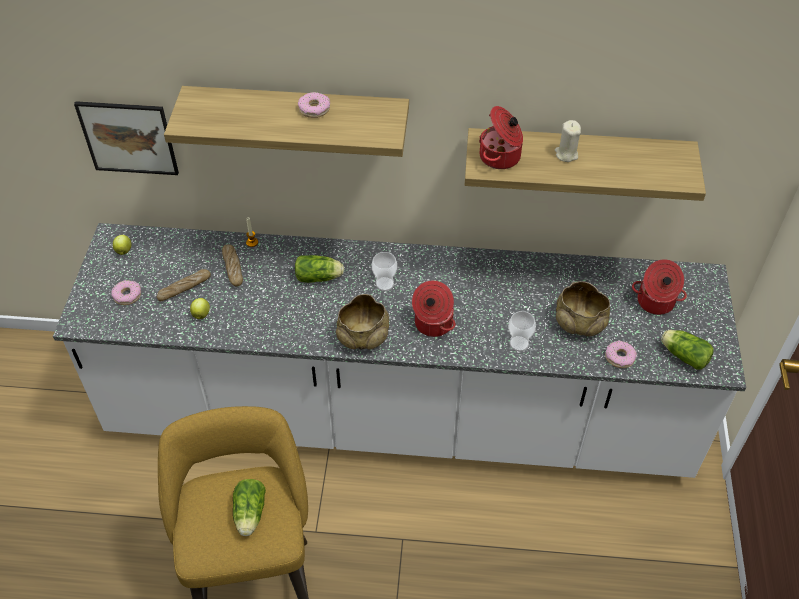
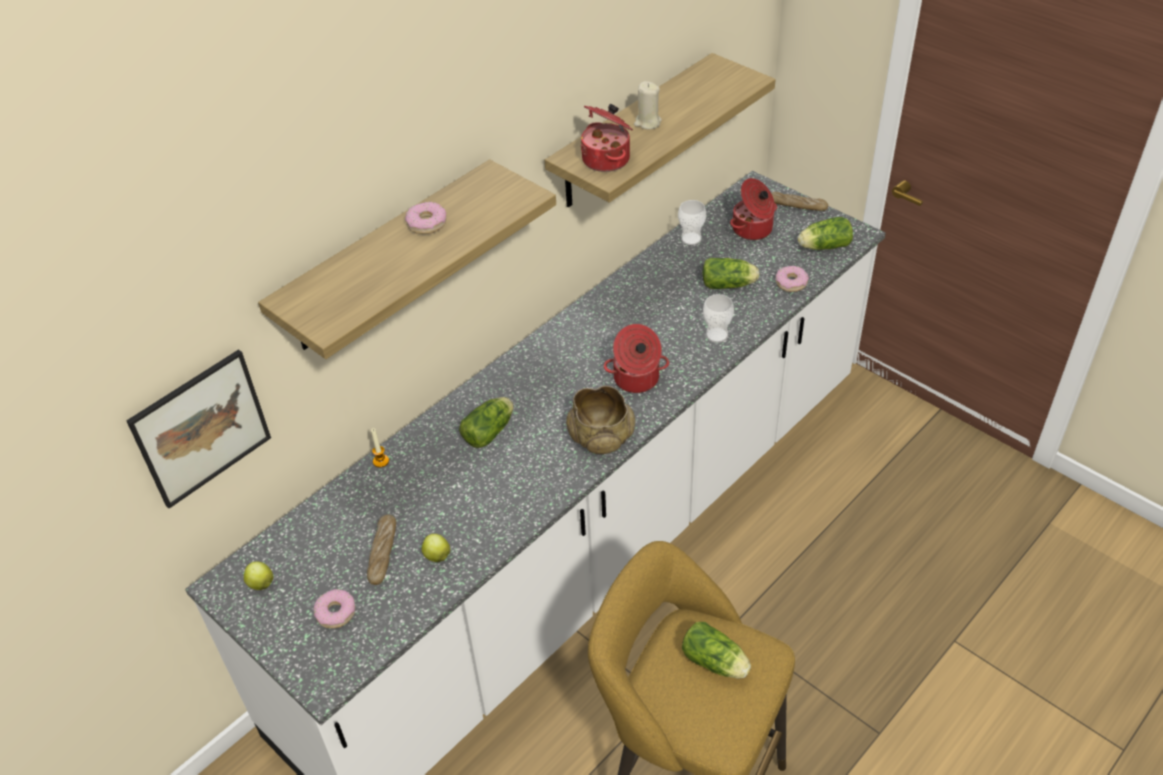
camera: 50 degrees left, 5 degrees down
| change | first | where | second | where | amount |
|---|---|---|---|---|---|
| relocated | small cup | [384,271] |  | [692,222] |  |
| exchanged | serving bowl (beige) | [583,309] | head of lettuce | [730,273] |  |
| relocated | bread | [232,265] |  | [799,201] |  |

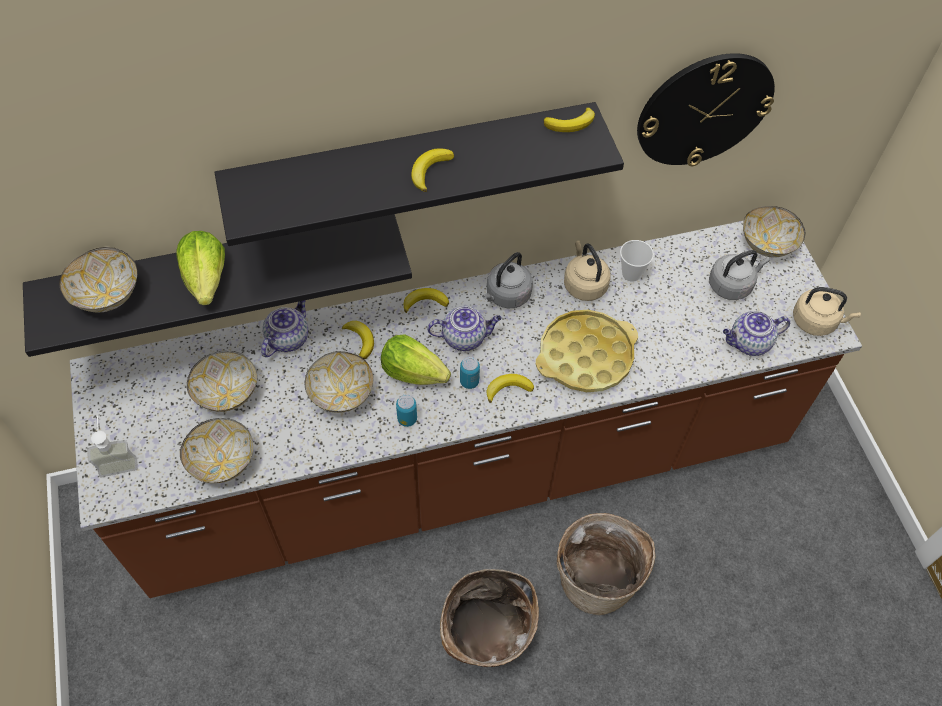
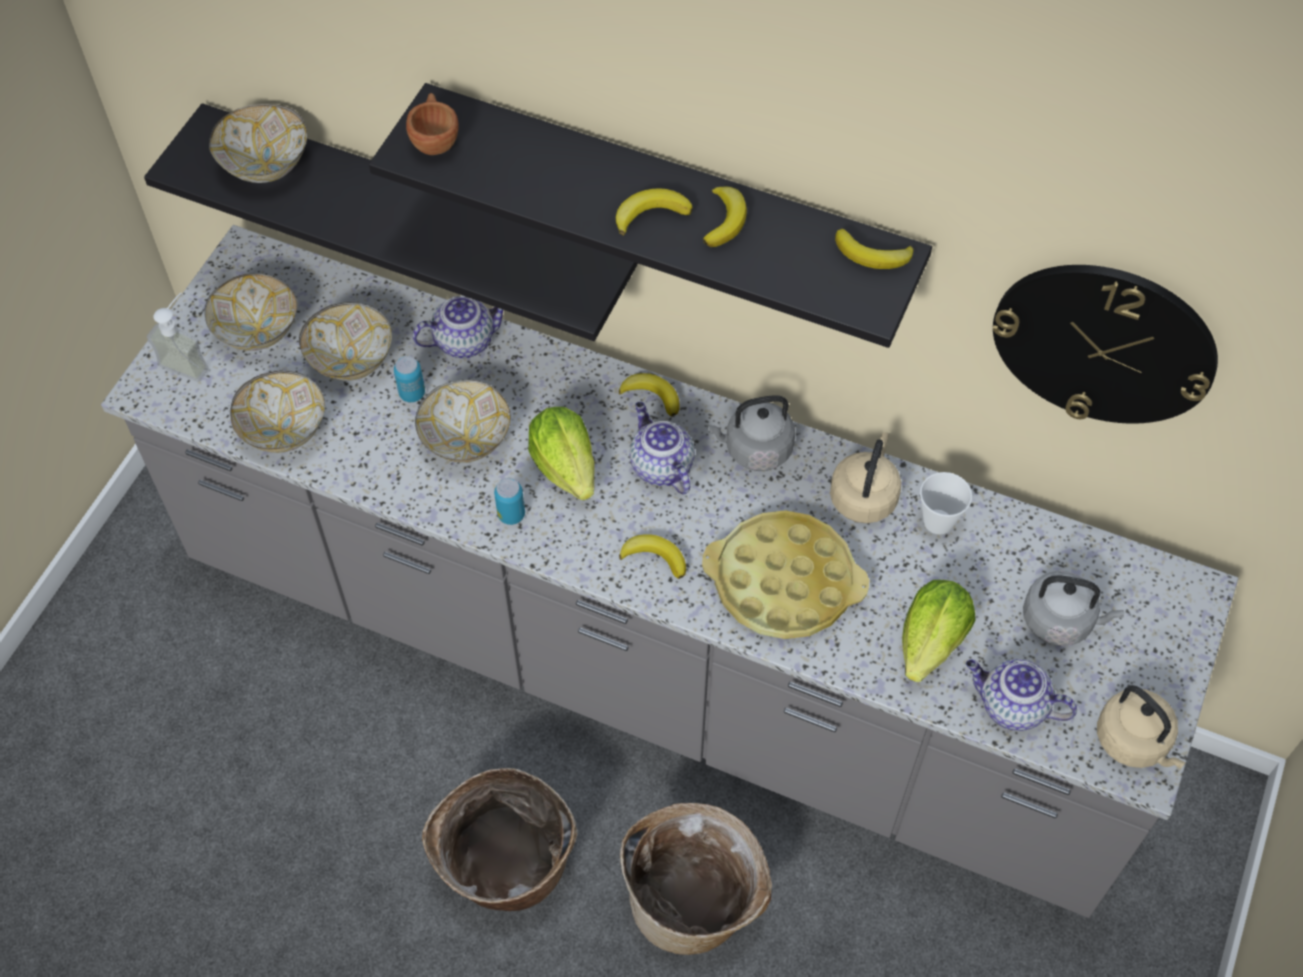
camera: 40 degrees right, 0 degrees up
| change | first | where | second | where | amount |
|---|---|---|---|---|---|
| colour | counter (brown) | [466,409] | counter (greyish) | [669,571] |  |
| relocated | serving bowl | [774,232] |  | [250,312] |  |
| relocated | metal can | [470,373] |  | [409,379] |  |
| appeared |  |  | small cup (brown) | [432,124] |  |
| spun | pot for tea | [464,328] |  | [662,448] | 150 degrees counterclockwise |
| relocated | whole banana | [358,340] |  | [725,216] |  |
| relocated | head of lettuce | [201,268] |  | [938,631] |  |

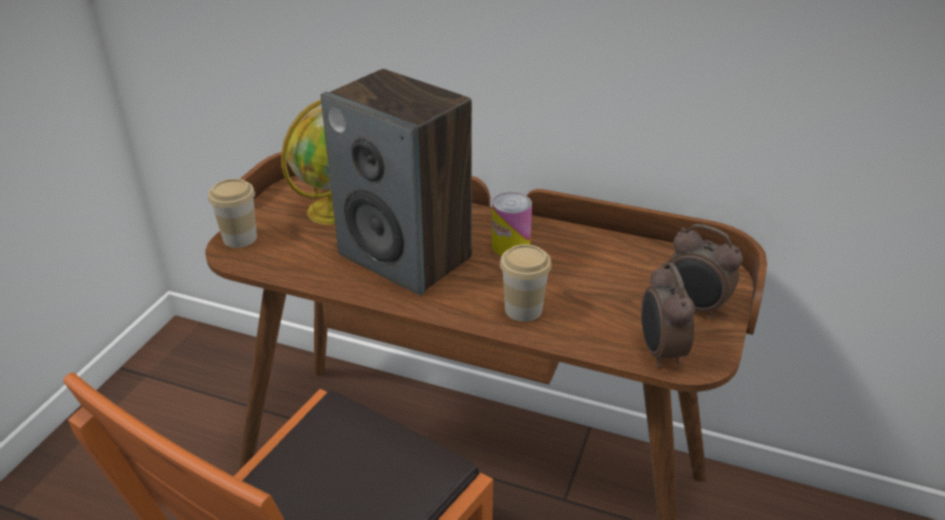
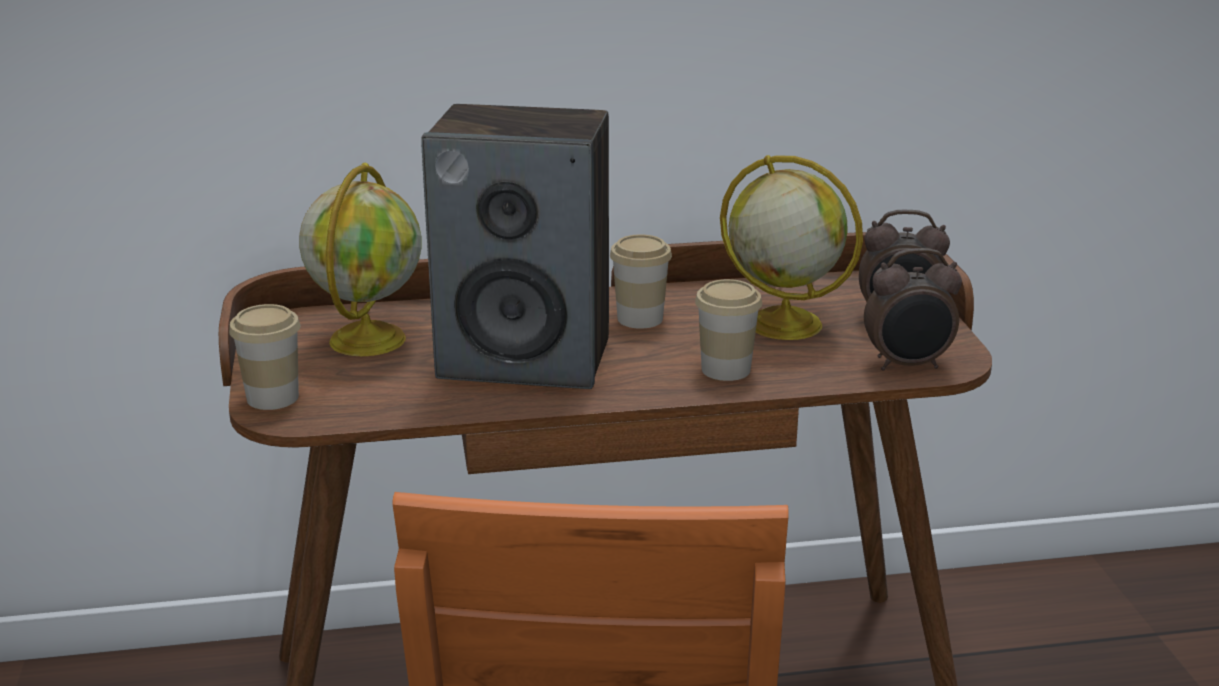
camera: 30 degrees left, 10 degrees down
| change | first | where | second | where | amount |
|---|---|---|---|---|---|
| exchanged | metal can | [512,224] | small cup | [641,281] |  |
| appeared |  |  | globe | [791,247] |  |
| spun | bedside clock | [668,315] |  | [913,309] | 60 degrees counterclockwise |

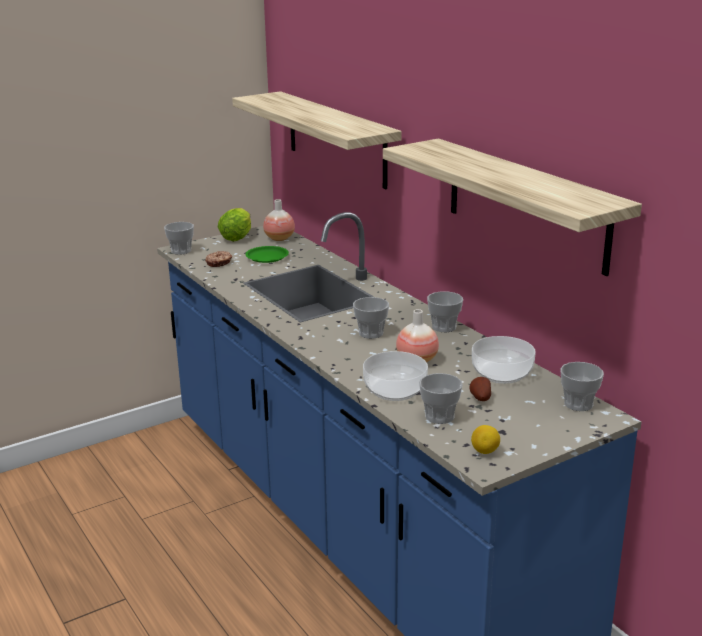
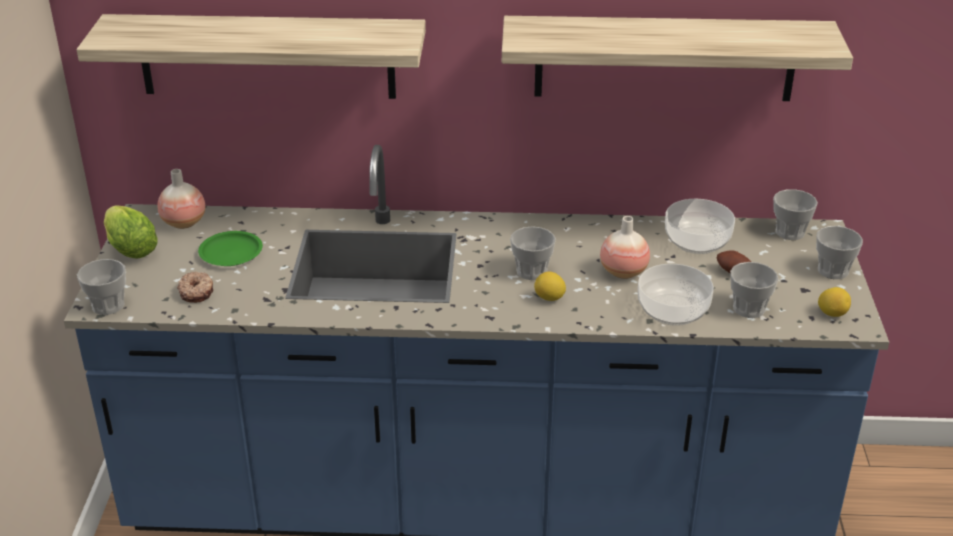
camera: 55 degrees left, 10 degrees up
| change | first | where | second | where | amount |
|---|---|---|---|---|---|
| appeared |  |  | whole lemon | [550,286] |  |
| relocated | small cup | [445,311] |  | [839,252] |  |

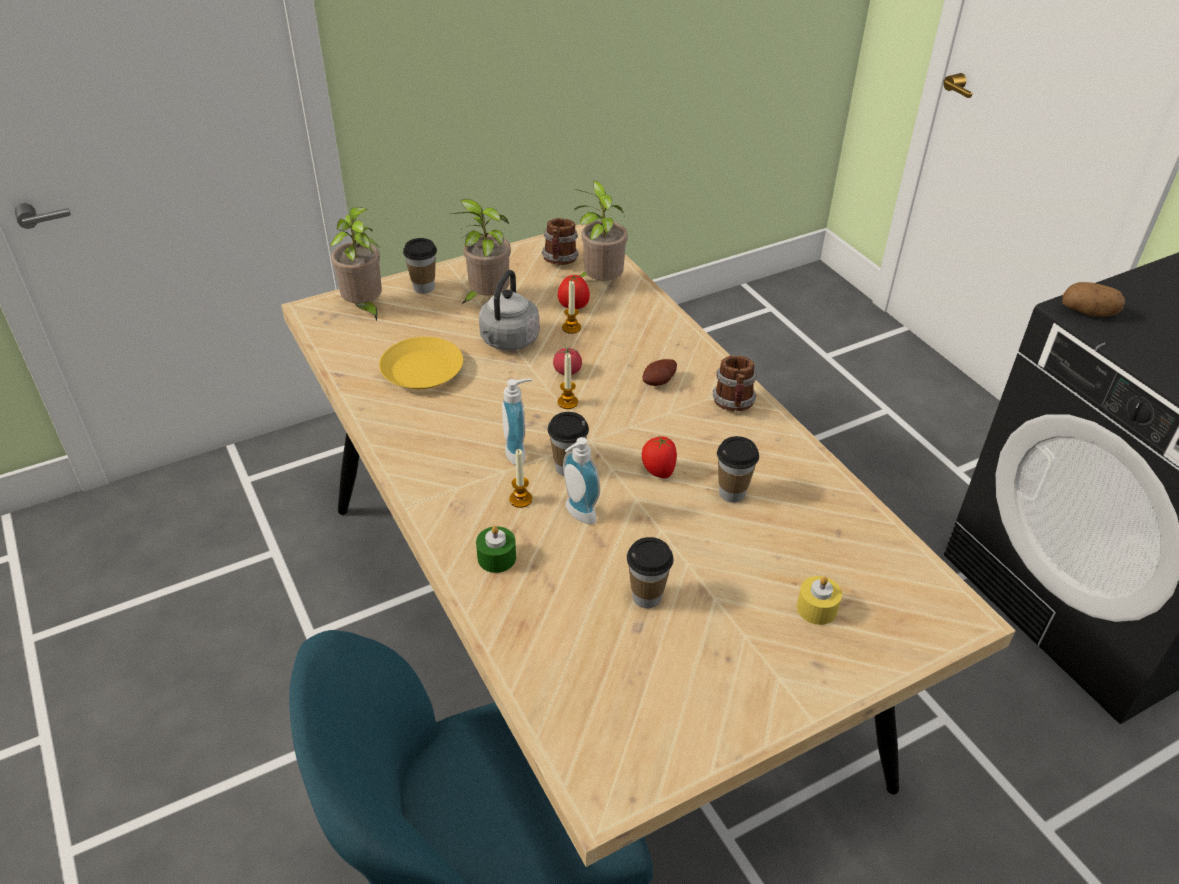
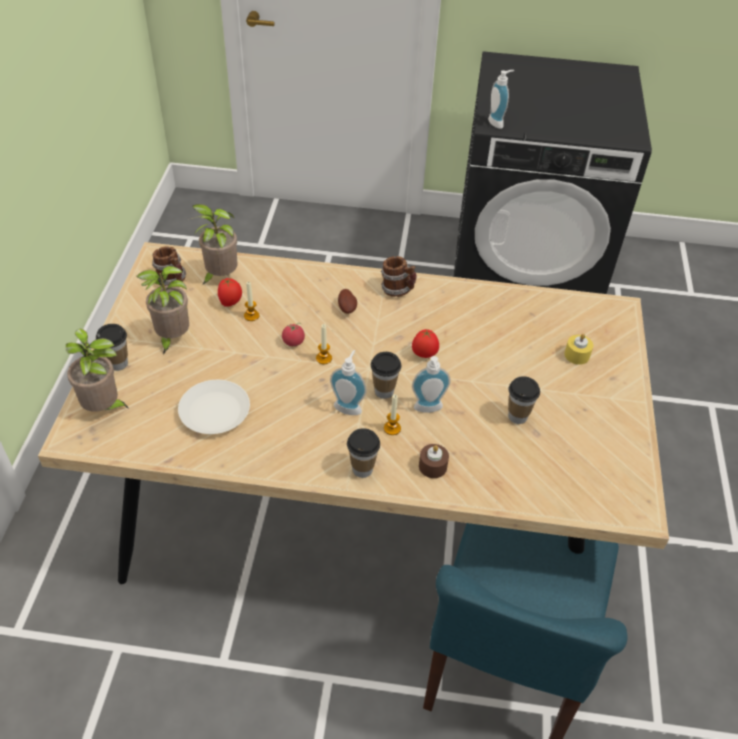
camera: 55 degrees left, 5 degrees up
| change | first | where | second | where | amount |
|---|---|---|---|---|---|
| colour | dinner plate (yellowish) | [421,363] | dinner plate (whitish) | [214,407] |  |
| relocated | small cup | [738,469] |  | [363,453] |  |
| colour | wax light (greenish) | [496,549] | wax light (brown) | [434,461] |  |
| exchanged | spud | [1094,299] | liquid soap bottle | [501,99] |  |
| missing | kettle (greyish) | [509,310] |  |  |  |

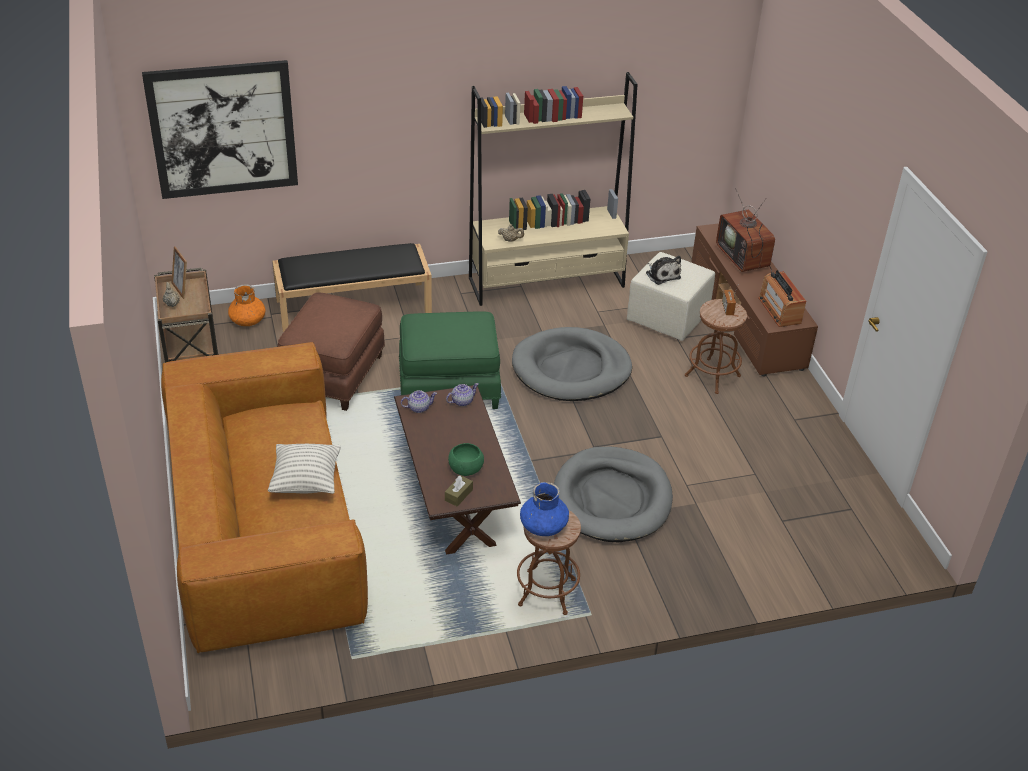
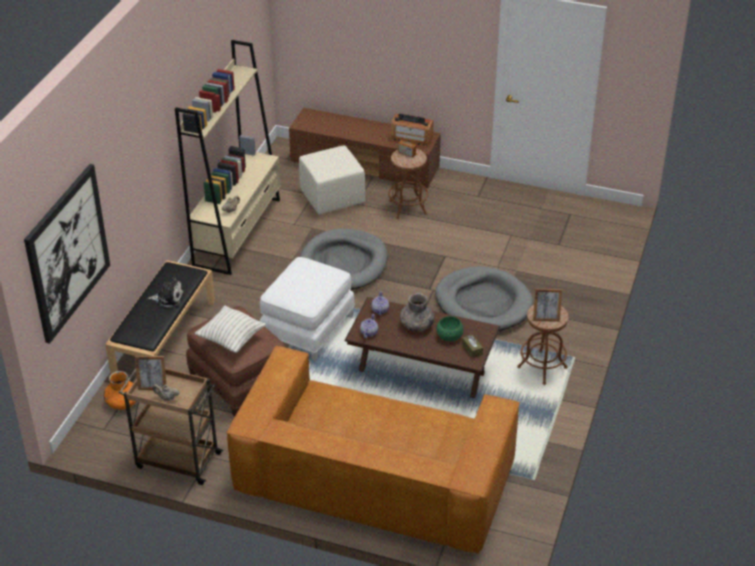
camera: 55 degrees left, 0 degrees up
| change | first | where | second | where | amount |
|---|---|---|---|---|---|
| relocated | cuddly toy | [663,270] |  | [165,291] |  |
| relocated | pillow | [304,469] |  | [230,329] |  |
| colour | ottoman (greenish) | [450,360] | ottoman (whitish) | [307,309] |  |
| appeared |  |  | flower vase (greyish) | [417,312] |  |
| exchanged | flower vase (bluish) | [544,509] | photo frame | [547,305] |  |
| missing | TV | [745,230] |  |  |  |

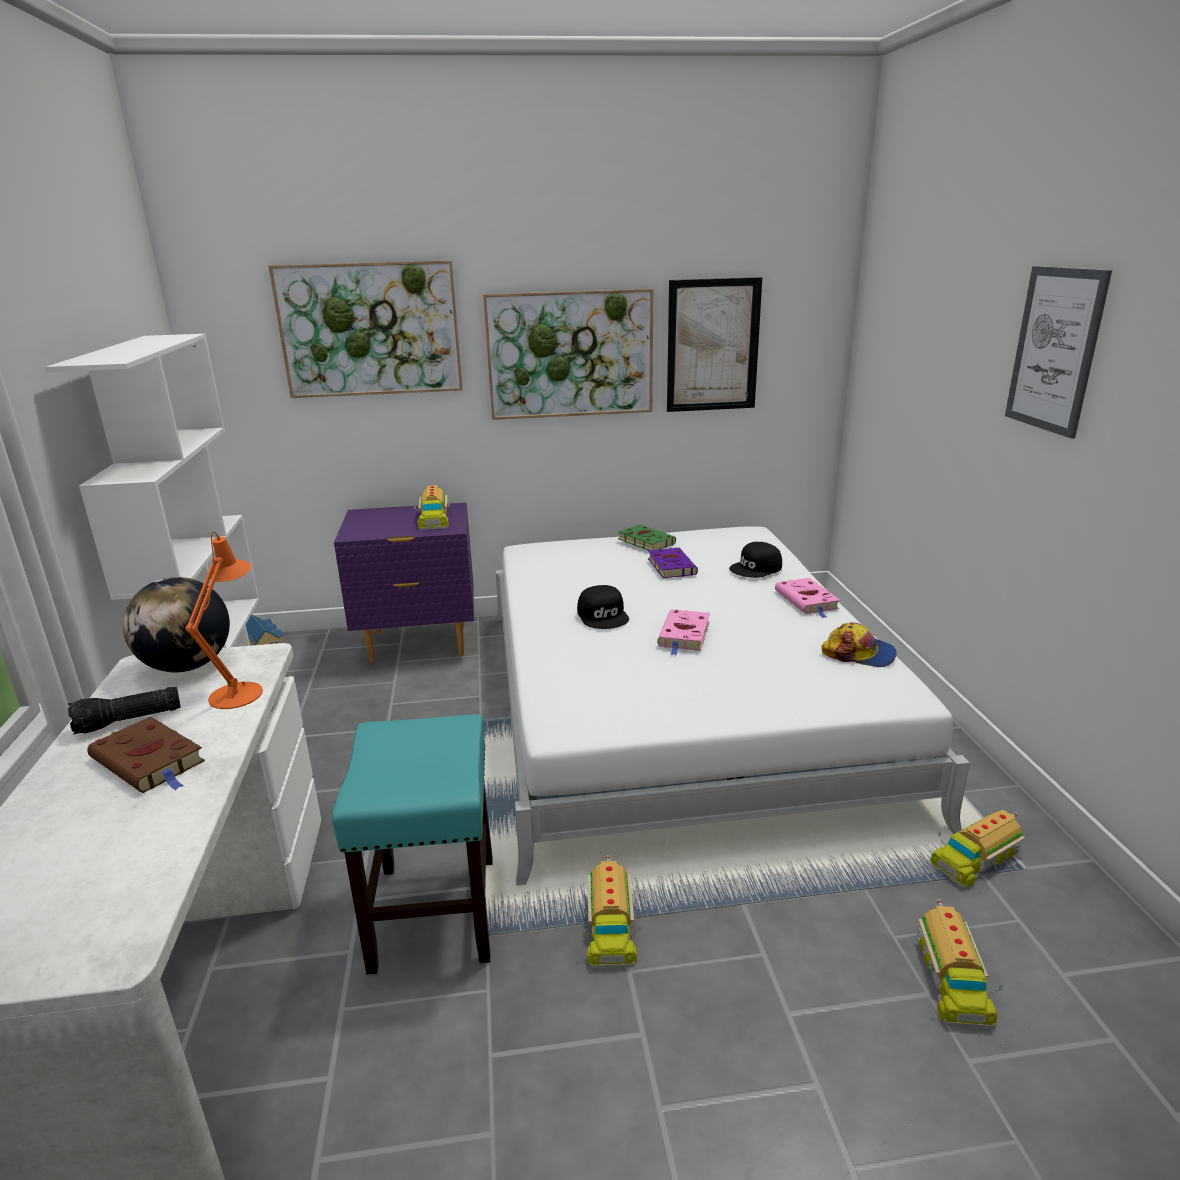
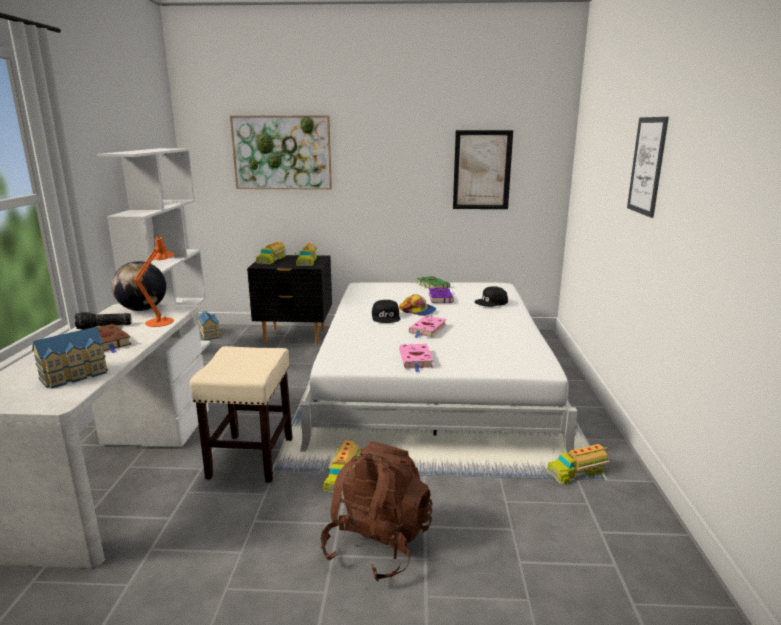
camera: 10 degrees right, 5 degrees down
| change | first | where | second | where | amount |
|---|---|---|---|---|---|
| appeared |  |  | model house | [70,358] |  |
| colour | stool (blue-green) | [412,844] | stool (beige) | [241,414] |  |
| colour | night table (purple) | [404,583] | night table (blackish) | [289,299] |  |
| relocated | toy lorry | [960,964] |  | [271,253] |  |
| appeared |  |  | knapsack (brown) | [376,511] |  |
| relocated | peaked cap | [859,644] |  | [417,305] |  |
| relocated | bound book (pink) | [807,598] |  | [416,358] |  |
| missing | wall picture | [568,354] |  |  |  |

